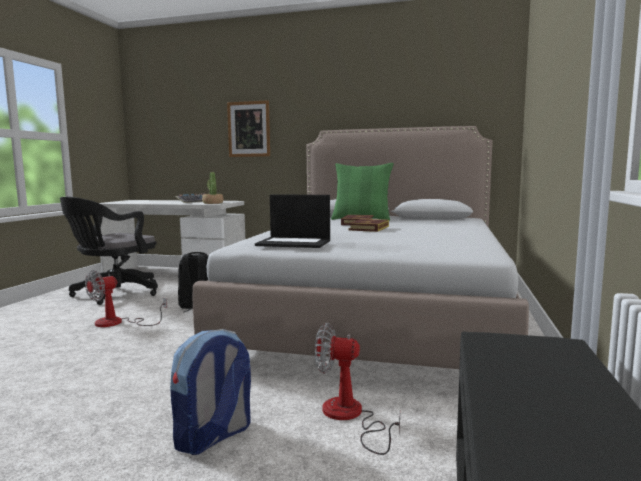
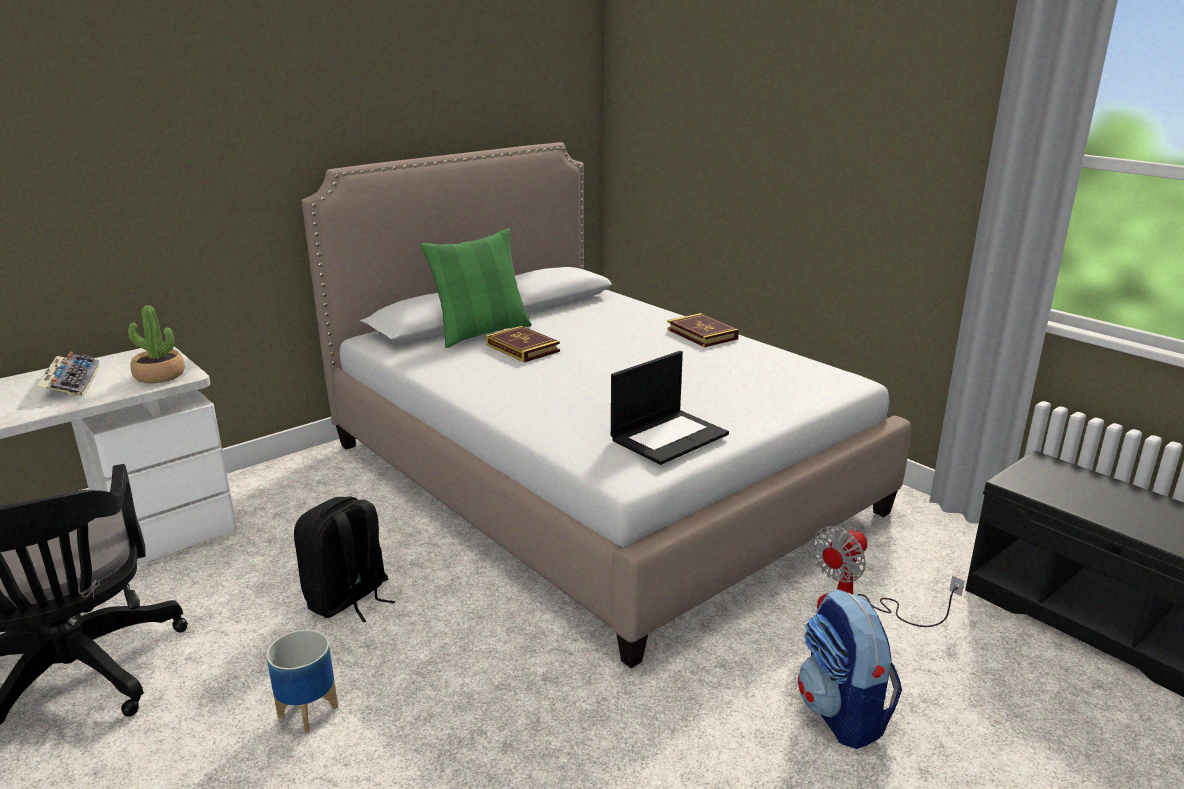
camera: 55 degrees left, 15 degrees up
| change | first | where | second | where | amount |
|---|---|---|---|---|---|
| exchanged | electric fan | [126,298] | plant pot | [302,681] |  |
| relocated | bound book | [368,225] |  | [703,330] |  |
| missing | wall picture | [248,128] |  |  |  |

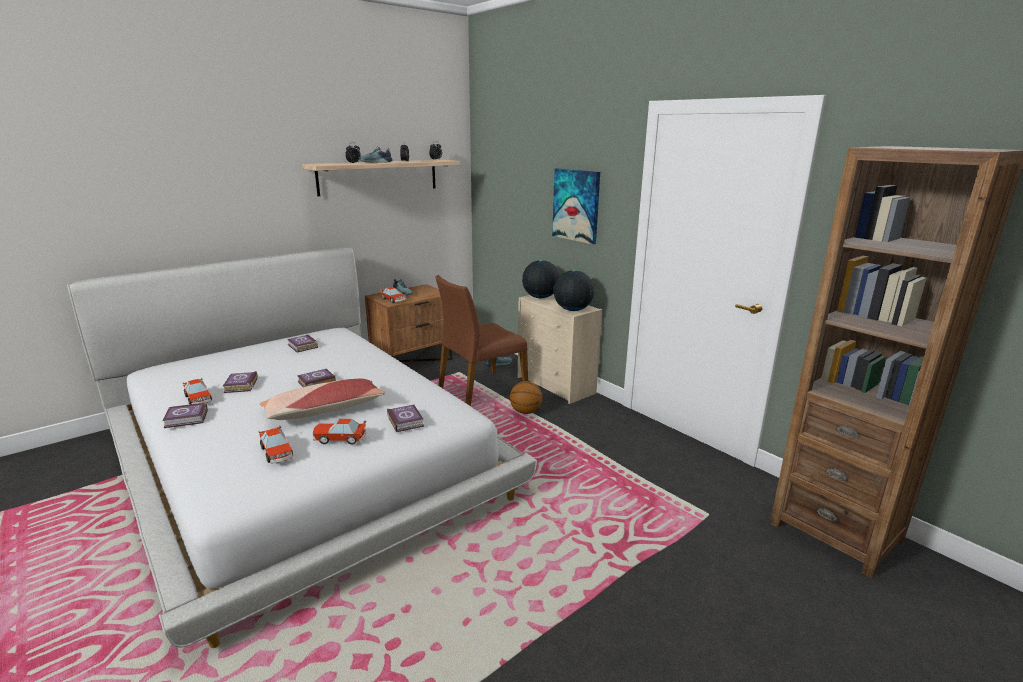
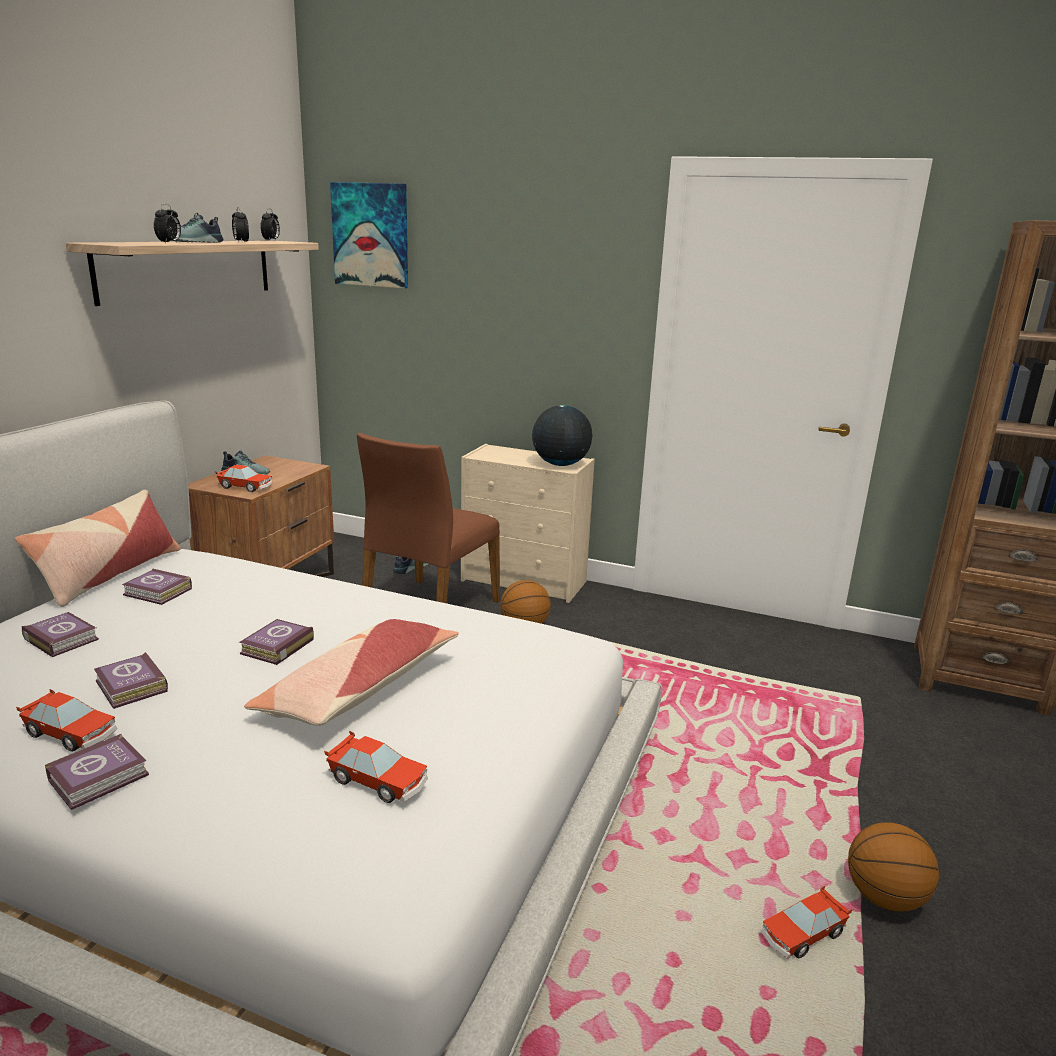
camera: 30 degrees left, 0 degrees up
| change | first | where | second | where | amount |
|---|---|---|---|---|---|
| appeared |  |  | pillow | [98,548] |  |
| relocated | bound book | [405,418] |  | [60,634] |  |
| relocated | wall picture | [576,206] |  | [369,235] |  |
| relocated | miniature car | [339,431] |  | [806,922] |  |
| appeared |  |  | basketball ball | [893,867] |  |
| missing | globe | [541,279] |  |  |  |

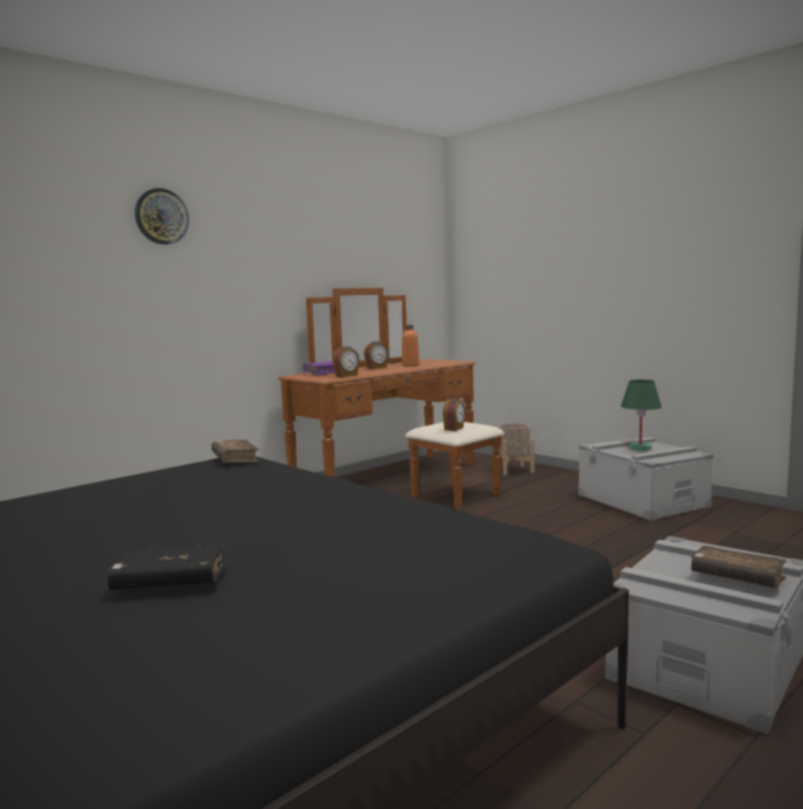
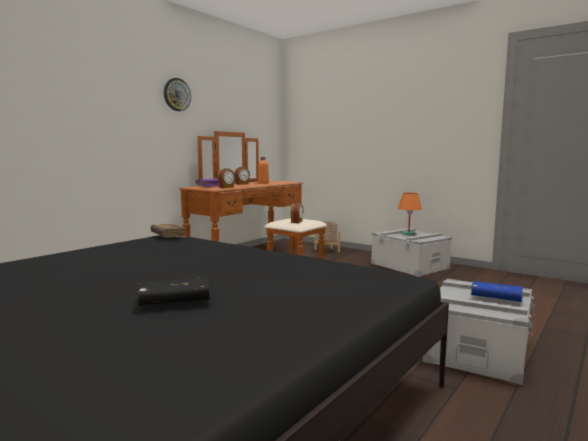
camera: 10 degrees left, 0 degrees up
| change | first | where | second | where | amount |
|---|---|---|---|---|---|
| relocated | clock on the wall | [162,216] |  | [177,94] |  |
| colour | table lamp (greenish) | [641,415] | table lamp (orange-coloured) | [410,214] |  |
| colour | bound book (brown) | [739,566] | bound book (bluish) | [497,291] |  |

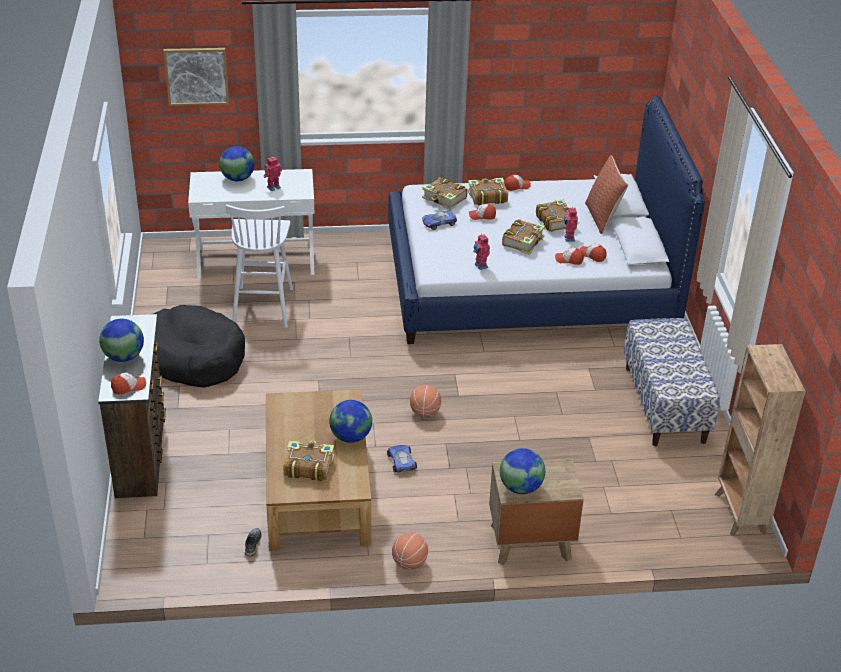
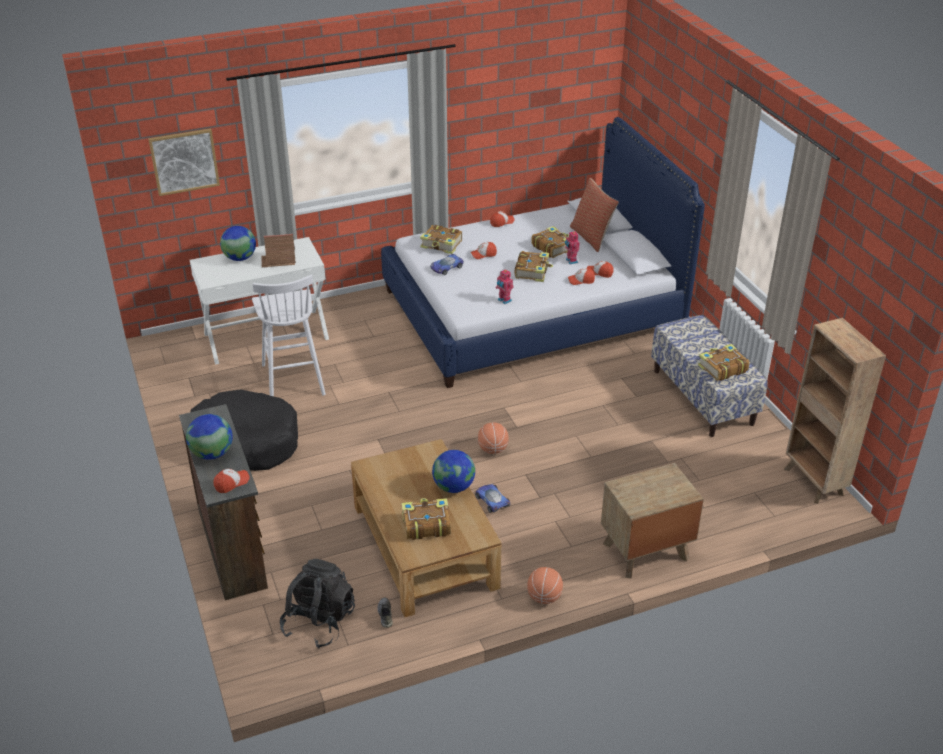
camera: 15 degrees left, 0 degrees up
| change | first | where | second | where | amount |
|---|---|---|---|---|---|
| exchanged | model robot | [273,174] | model house | [278,251] |  |
| appeared |  |  | knapsack (blackish) | [317,603] |  |
| relocated | bound book | [488,191] |  | [724,362] |  |
| missing | globe | [522,471] |  |  |  |

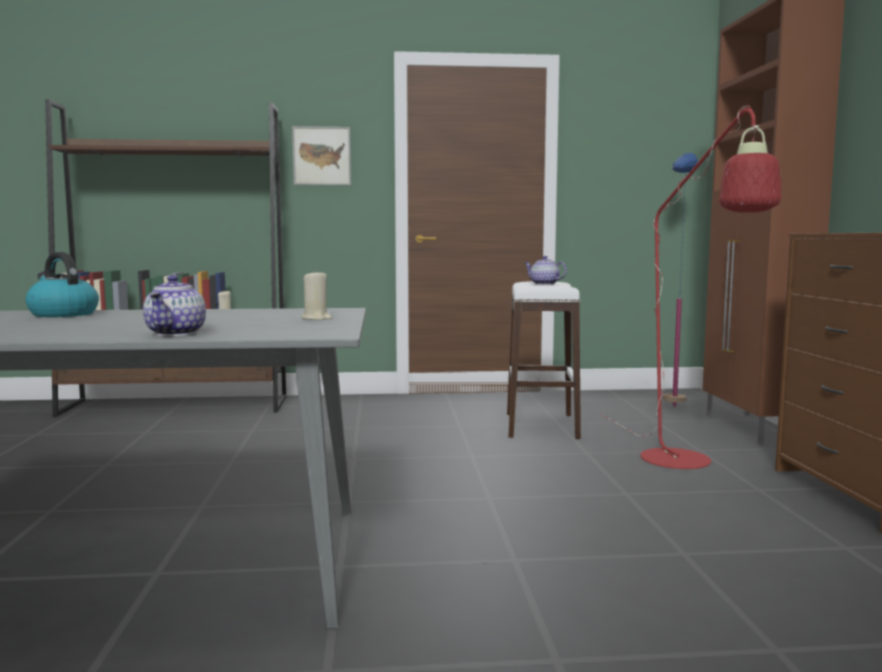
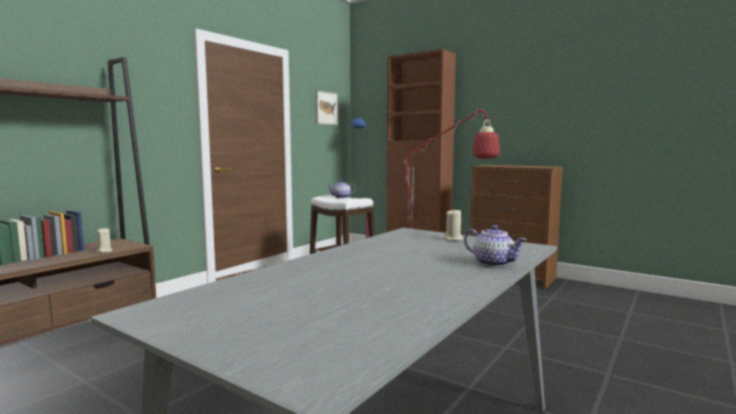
camera: 50 degrees left, 0 degrees up
| change | first | where | second | where | amount |
|---|---|---|---|---|---|
| relocated | wall picture | [321,155] |  | [327,107] |  |
| missing | kettle | [62,284] |  |  |  |

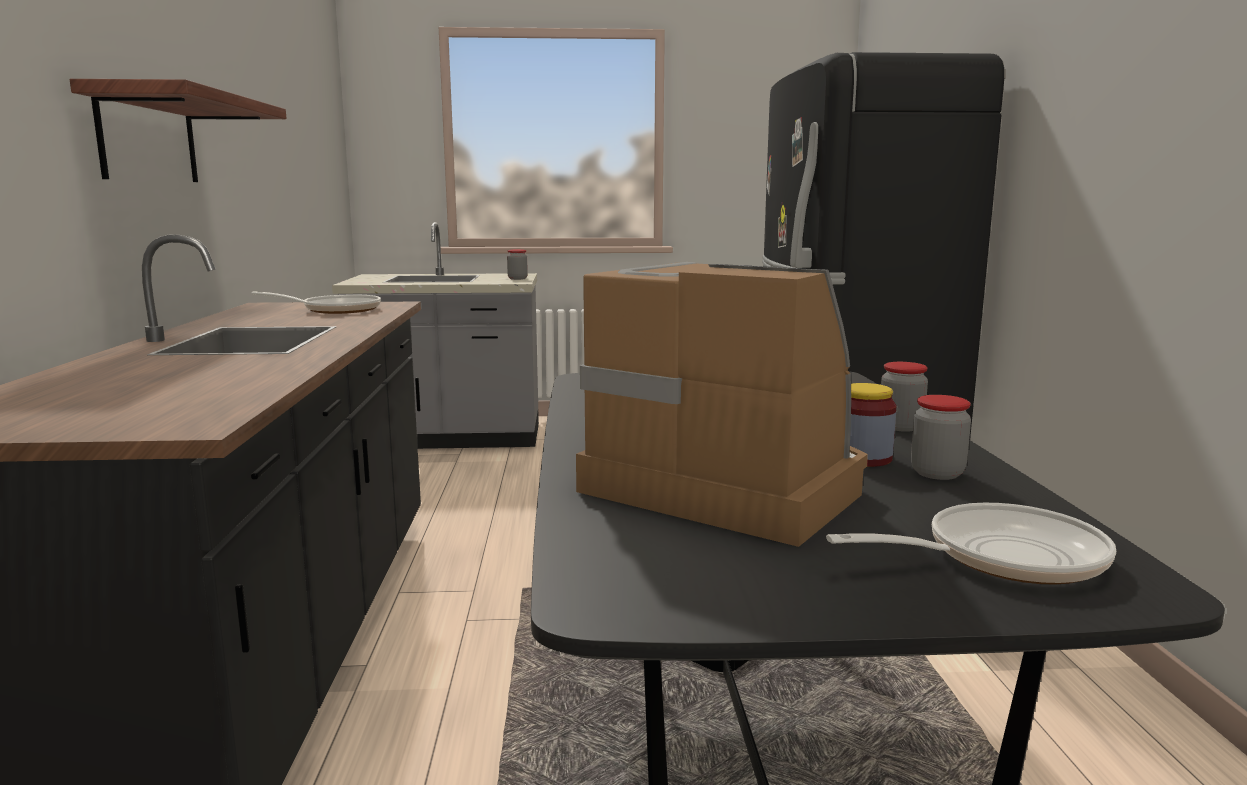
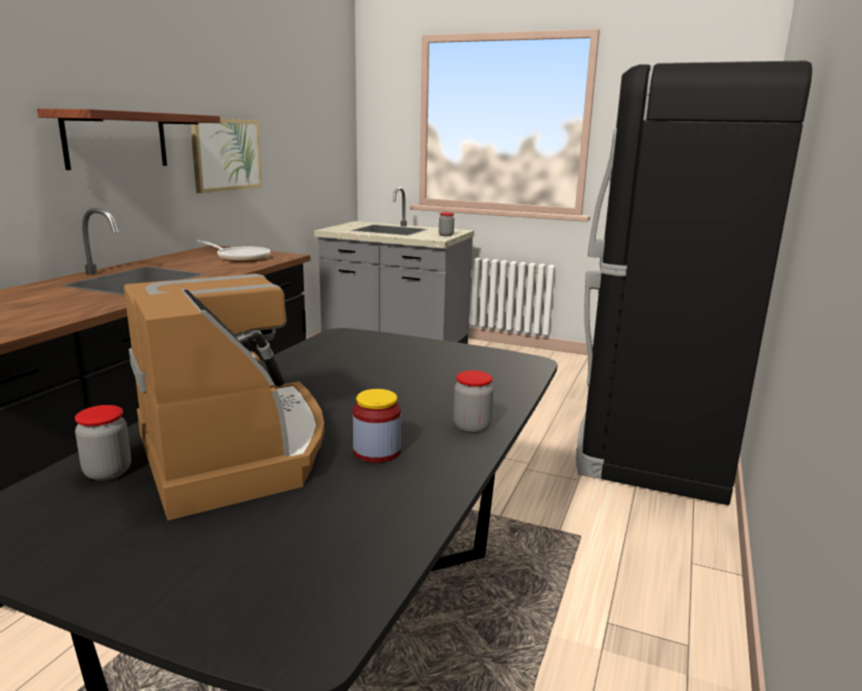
camera: 25 degrees right, 5 degrees up
| change | first | where | second | where | amount |
|---|---|---|---|---|---|
| relocated | preserve jar | [941,437] |  | [103,443] |  |
| appeared |  |  | wall picture | [226,156] |  |
| missing | skillet | [971,544] |  |  |  |

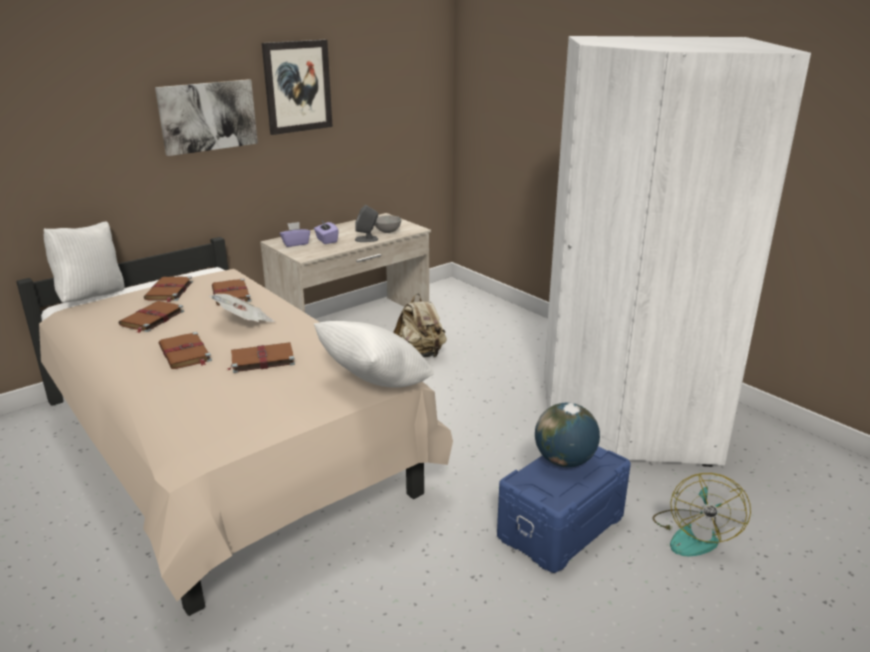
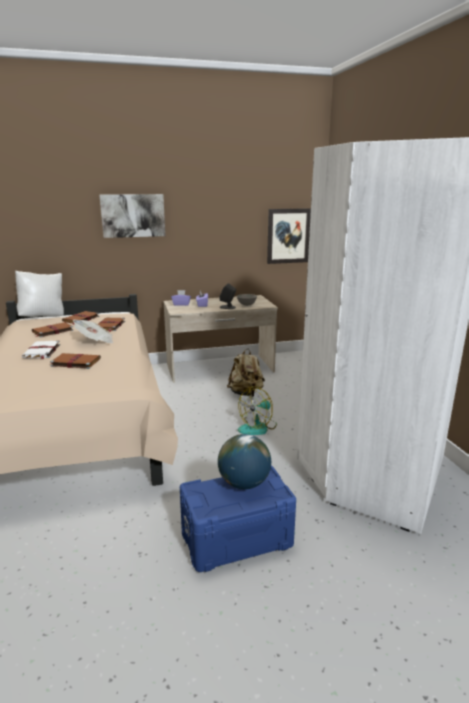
camera: 25 degrees right, 5 degrees down
| change | first | where | second | where | amount |
|---|---|---|---|---|---|
| colour | bound book (brown) | [185,350] | bound book (whitish) | [41,350] |  |
| relocated | electric fan | [702,514] |  | [257,410] |  |
| relocated | wall picture | [297,87] |  | [289,236] |  |
| missing | pillow (whitish) | [374,354] |  |  |  |

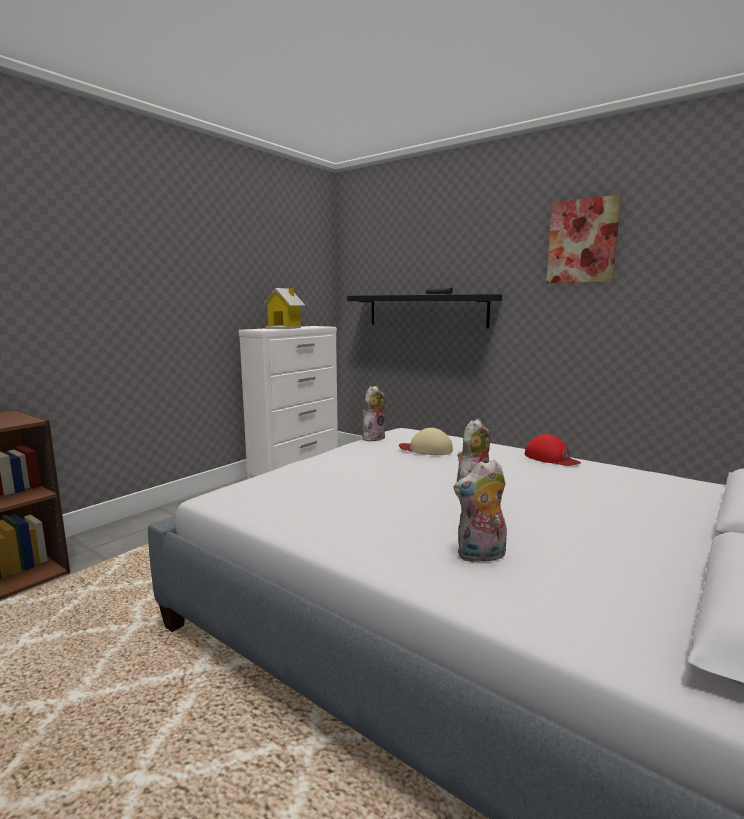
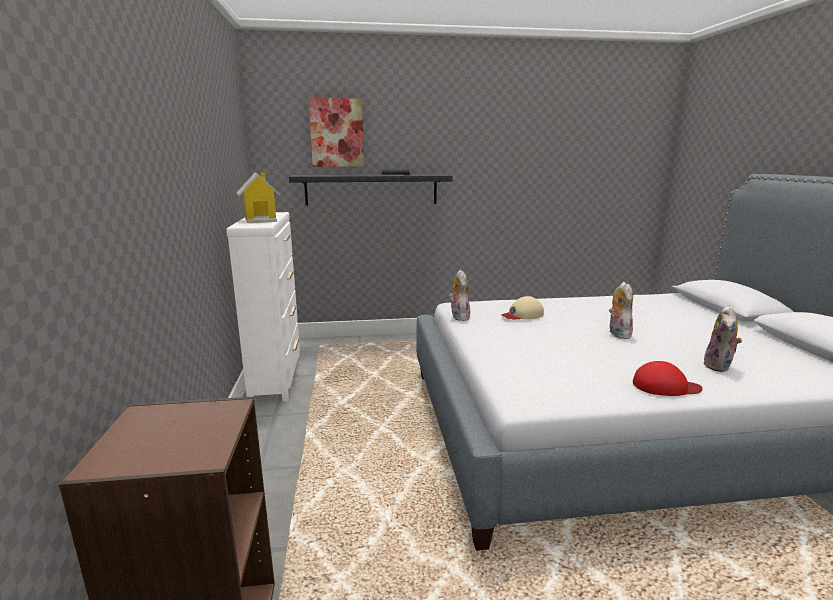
camera: 45 degrees left, 5 degrees up
| change | first | where | second | where | amount |
|---|---|---|---|---|---|
| relocated | wall picture | [583,238] |  | [336,132] |  |
| relocated | peaked cap (red-coloured) | [553,450] |  | [668,378] |  |

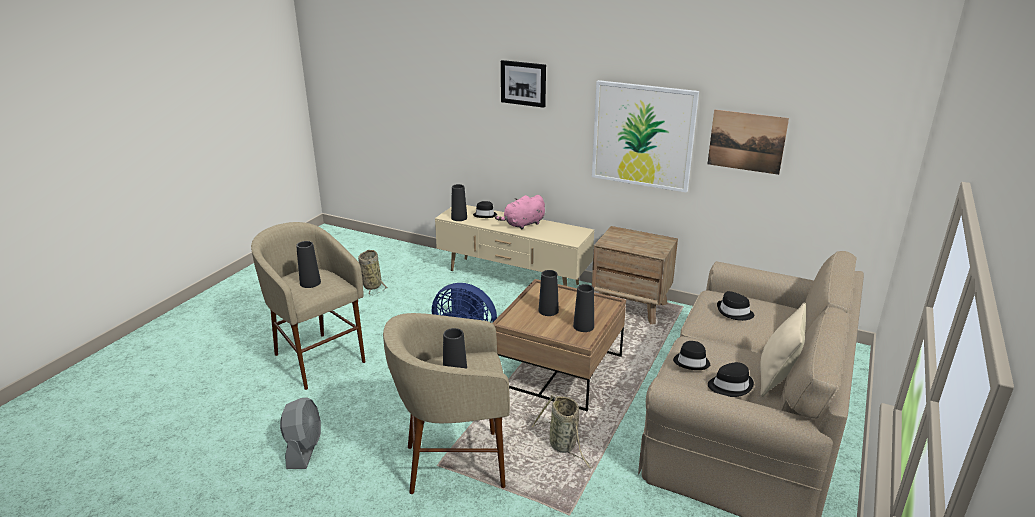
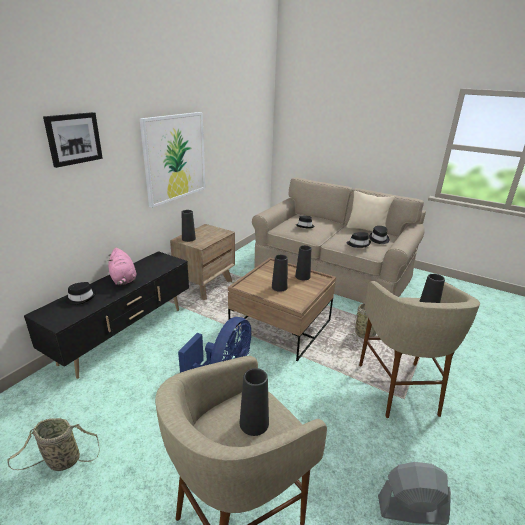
camera: 85 degrees left, 0 degrees up
| change | first | where | second | where | amount |
|---|---|---|---|---|---|
| colour | tv unit (beige) | [514,245] | tv unit (blackish) | [106,315] |  |
| relocated | flower vase (blackish) | [459,202] |  | [189,226] |  |
| missing | wall picture | [748,142] |  |  |  |

